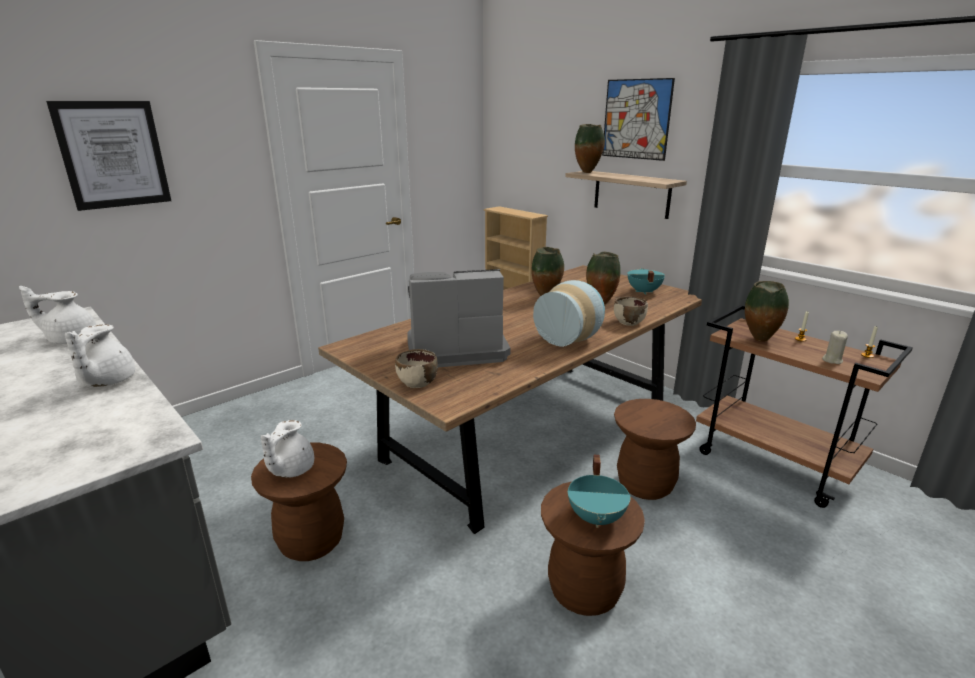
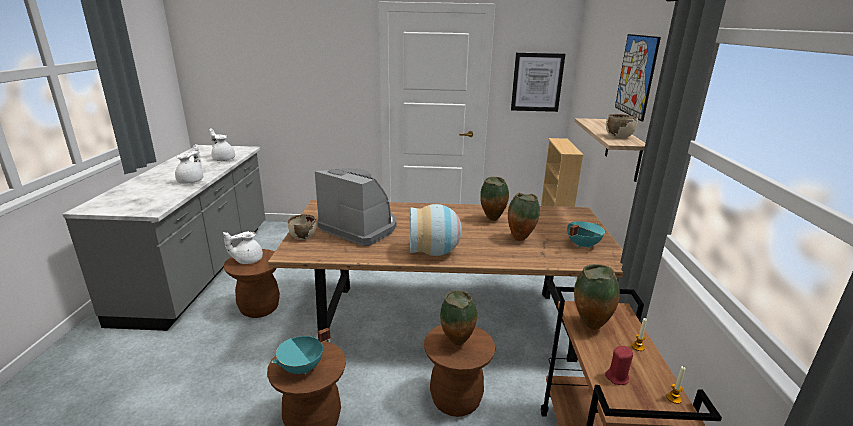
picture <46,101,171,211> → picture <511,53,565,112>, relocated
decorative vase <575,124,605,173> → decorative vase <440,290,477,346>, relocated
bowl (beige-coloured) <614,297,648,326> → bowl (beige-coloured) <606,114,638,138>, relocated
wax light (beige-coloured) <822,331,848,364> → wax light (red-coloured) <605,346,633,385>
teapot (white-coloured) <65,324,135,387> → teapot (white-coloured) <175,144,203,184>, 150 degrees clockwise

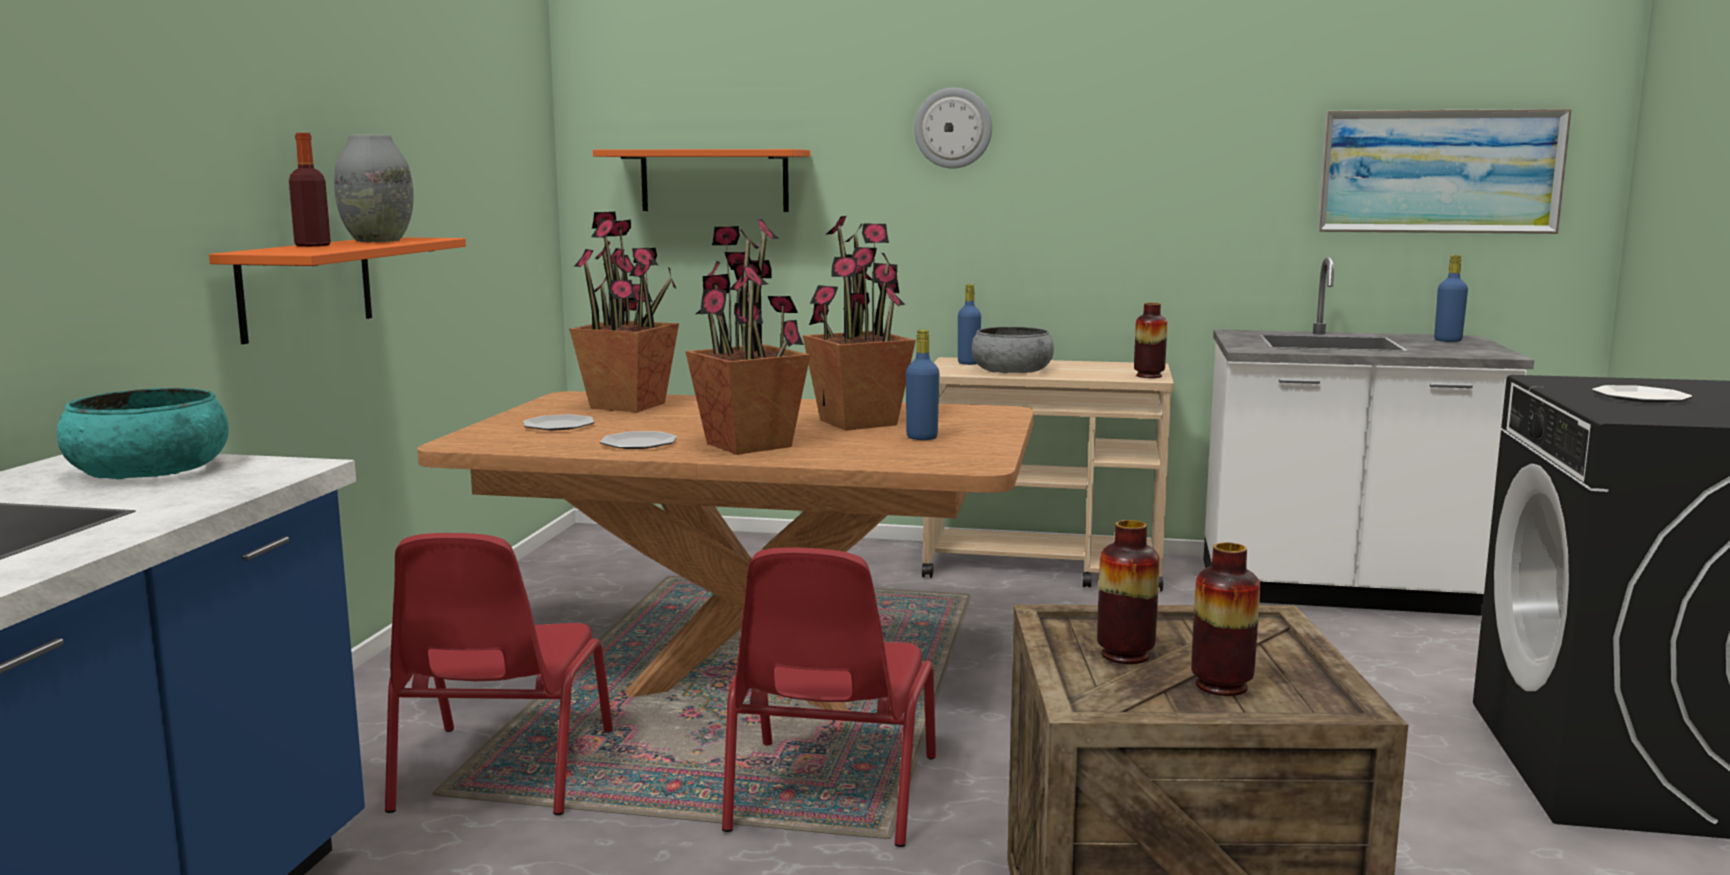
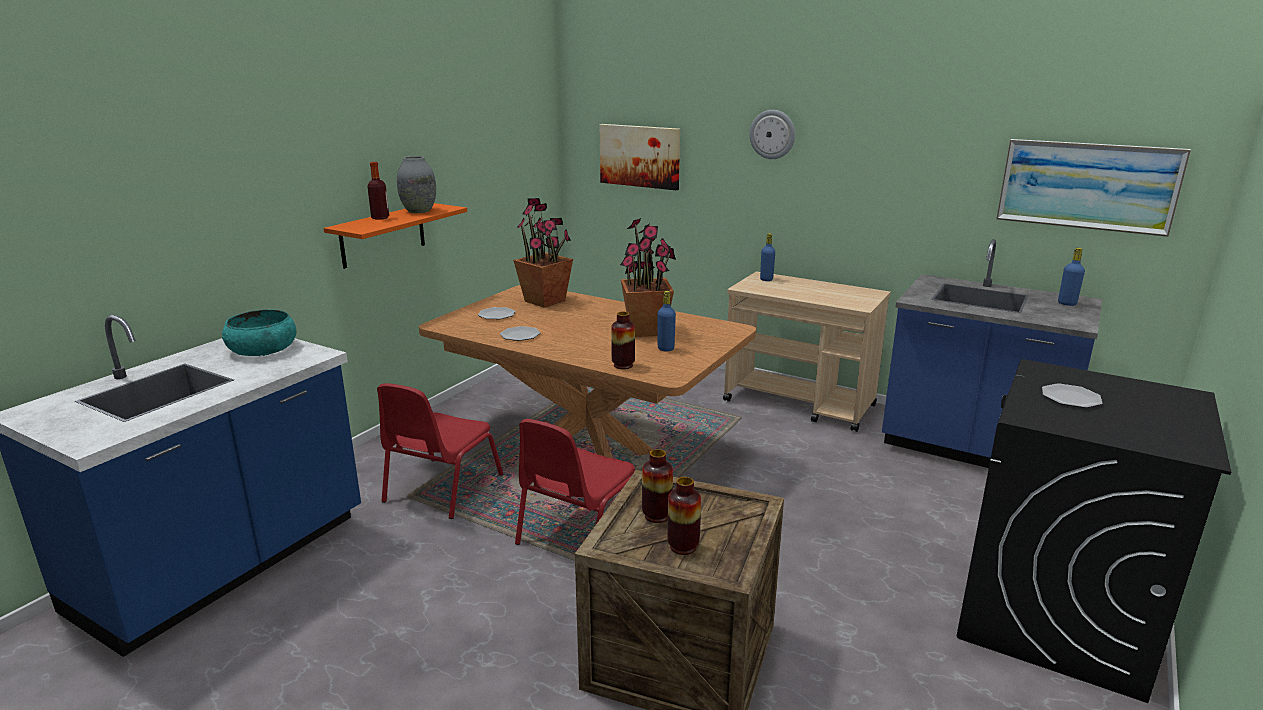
potted plant <685,219,810,455> → -
bowl (gray) <971,327,1054,373> → -
decorative vase <1134,303,1167,378> → decorative vase <611,311,635,369>, relocated
bracket shelf (orangey) <593,149,810,212> → picture <599,124,680,190>
kitchen counter (white-coloured) <1204,257,1534,616> → kitchen counter (blue-coloured) <882,239,1102,468>

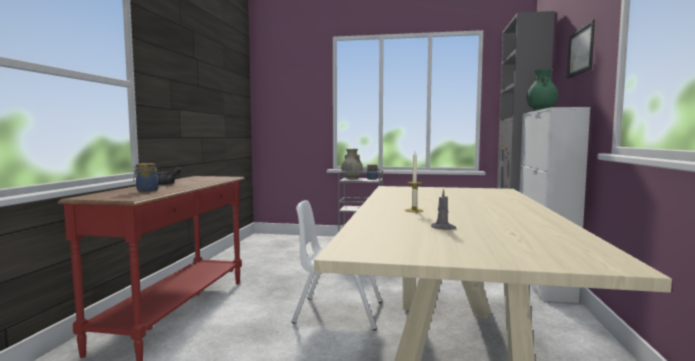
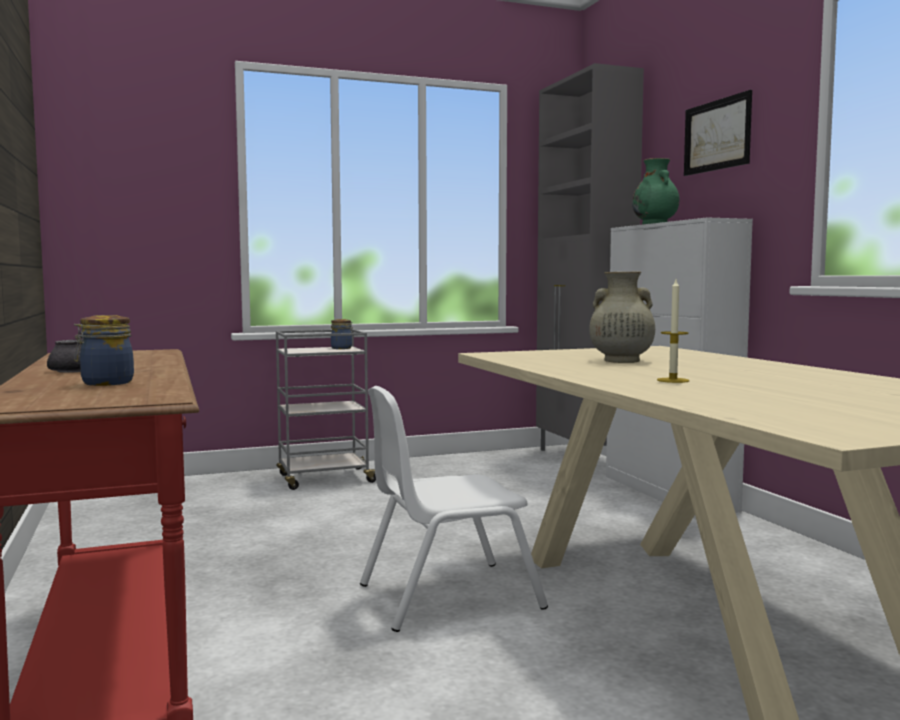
wax light (gray) <431,189,456,230> → -
decorative vase (beige-coloured) <341,149,363,179> → decorative vase (beige-coloured) <590,272,655,363>, relocated

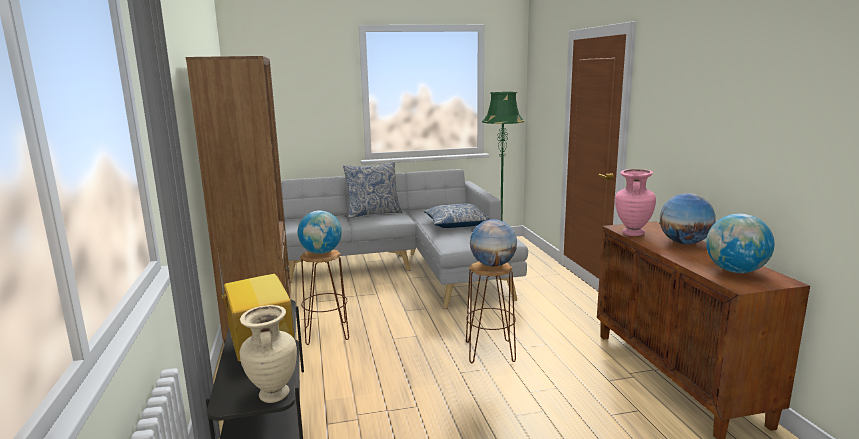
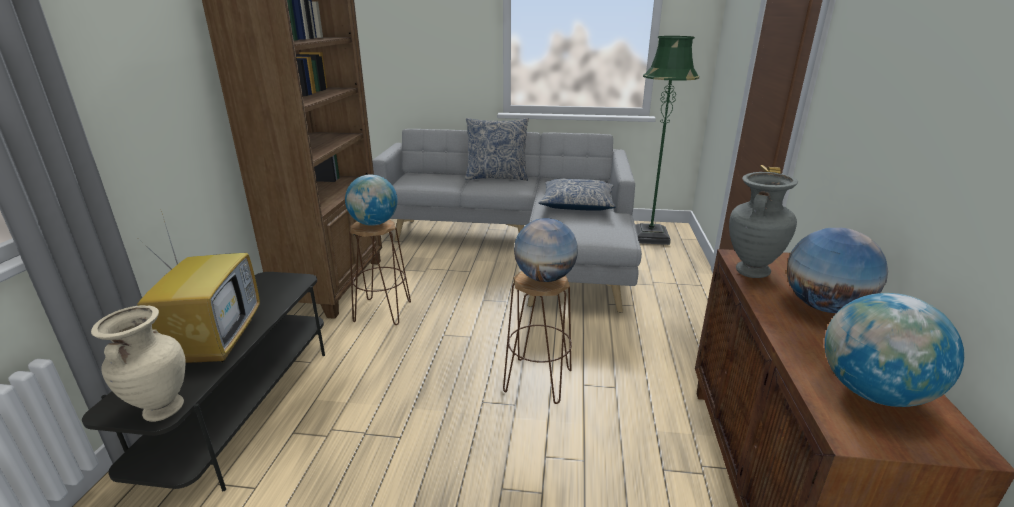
decorative vase (pinkish) <615,169,656,236> → decorative vase (gray) <729,172,798,278>

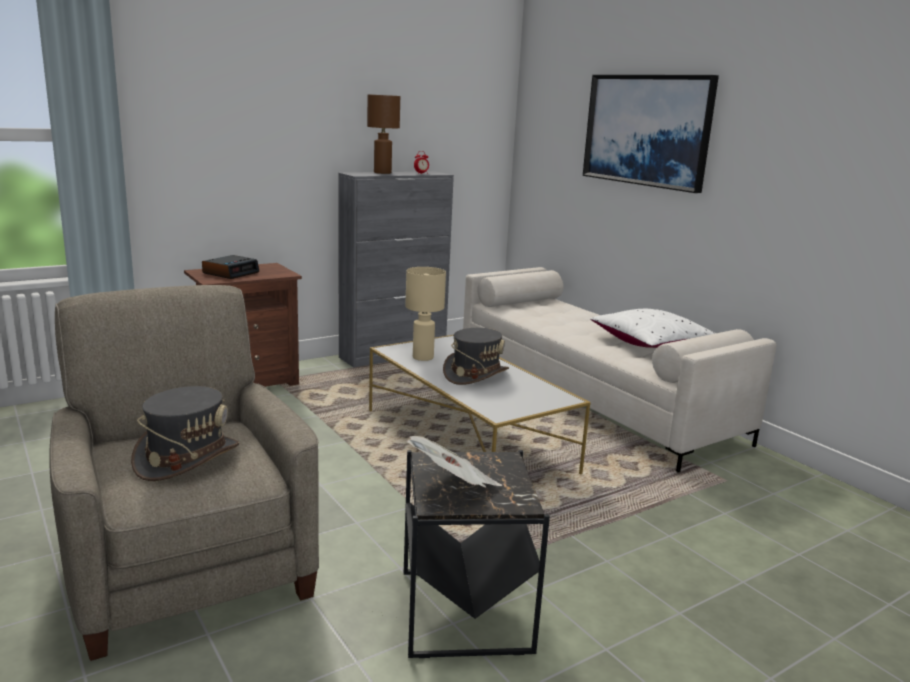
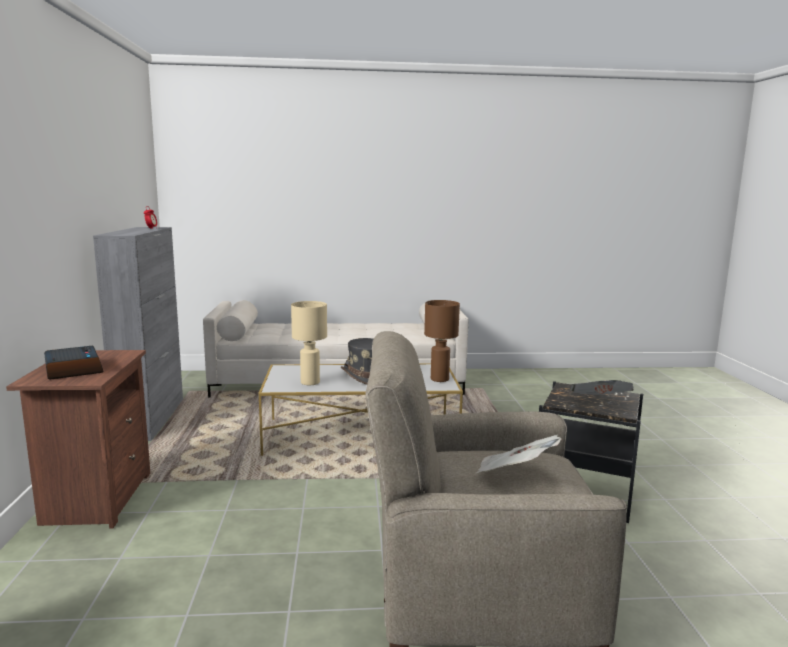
picture <583,75,719,193> → -
throw pillow (white-coloured) <590,309,716,348> → -
lamp for a table (brown) <367,94,400,174> → lamp for a table (brown) <424,300,460,382>, relocated
hat (gray) <131,386,239,481> → newspaper <476,435,561,473>

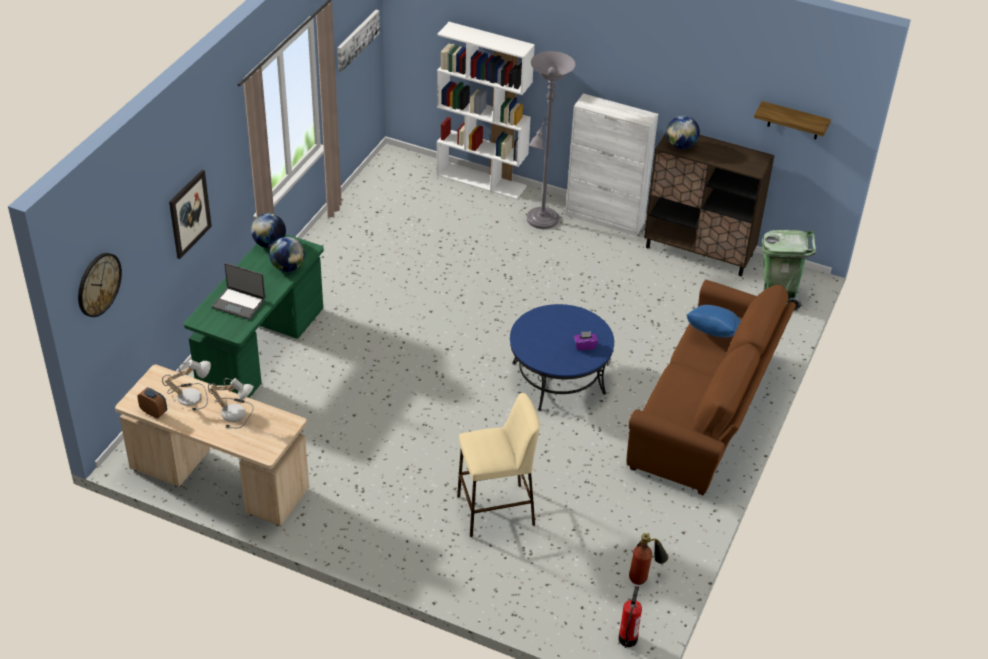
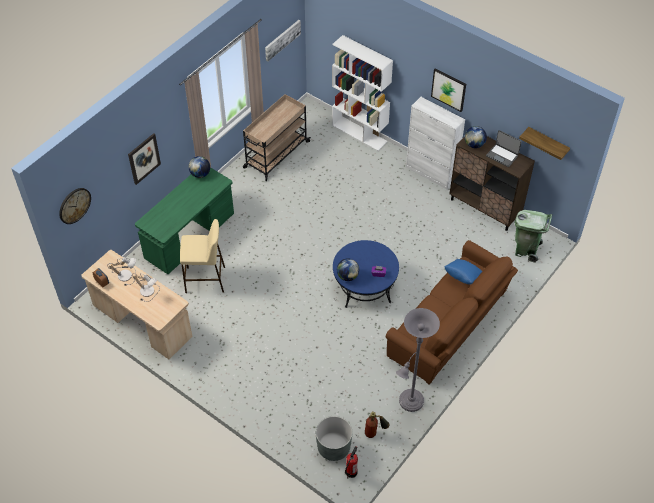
- → cart (beige-coloured) <243,94,311,181>
- → flower pot (gray) <316,416,353,461>
- → picture <431,68,466,112>
notebook computer <212,263,265,320> → notebook computer <486,130,522,167>, relocated
globe <269,237,305,272> → globe <337,258,359,281>, relocated
stool (beige-coloured) <457,393,540,537> → stool (beige-coloured) <180,219,225,293>, relocated
floor lamp (gray) <527,51,575,229> → floor lamp (gray) <396,308,440,412>, relocated

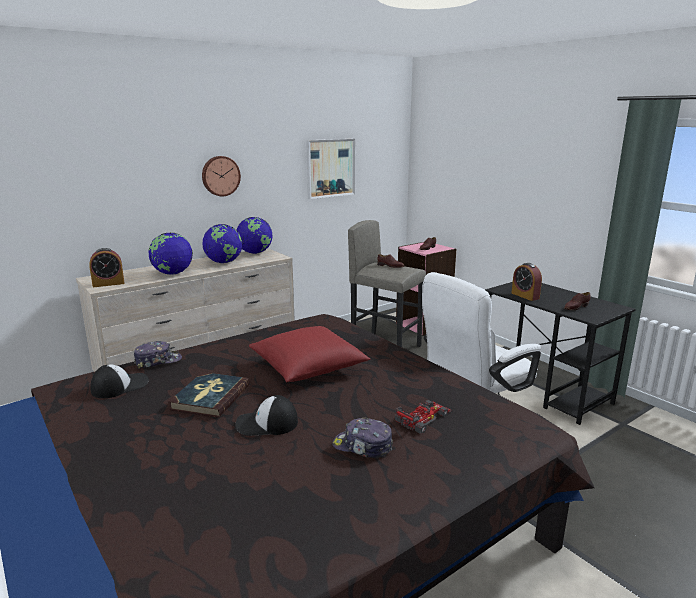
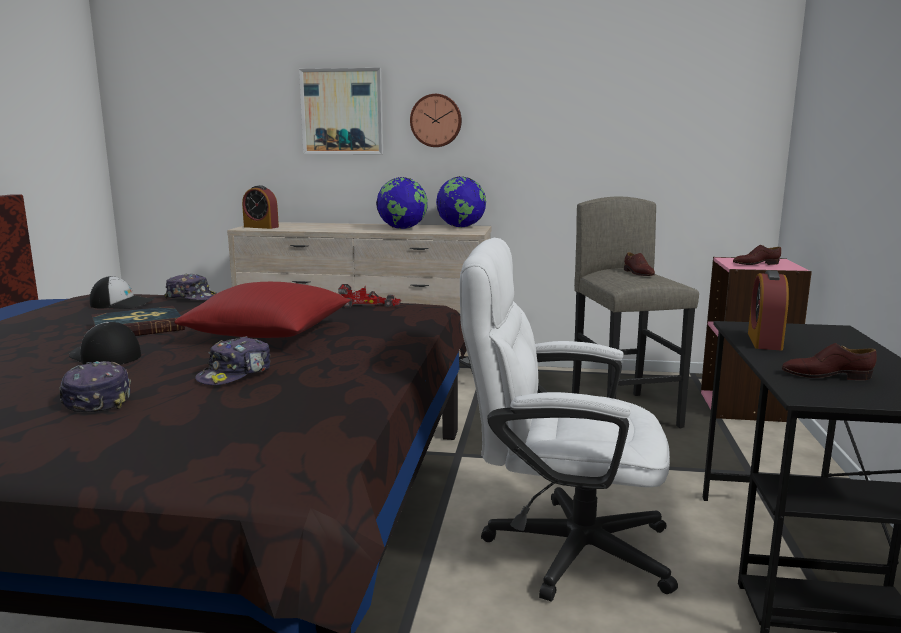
globe <148,233,193,275> → -
- → baseball cap <195,336,271,385>
picture <306,139,355,199> → picture <299,68,383,154>, relocated
miniature car <395,400,451,434> → miniature car <338,284,401,308>, relocated

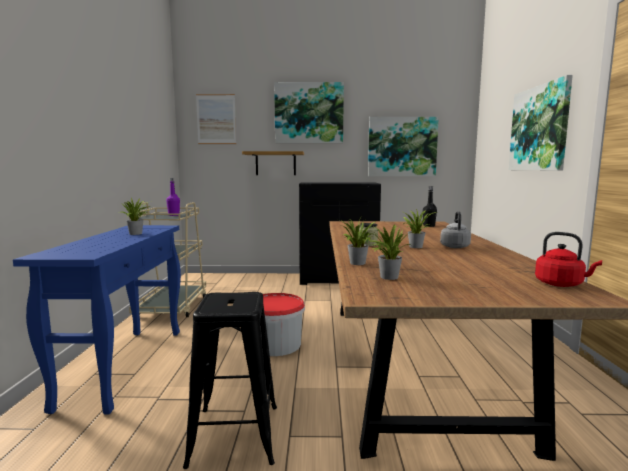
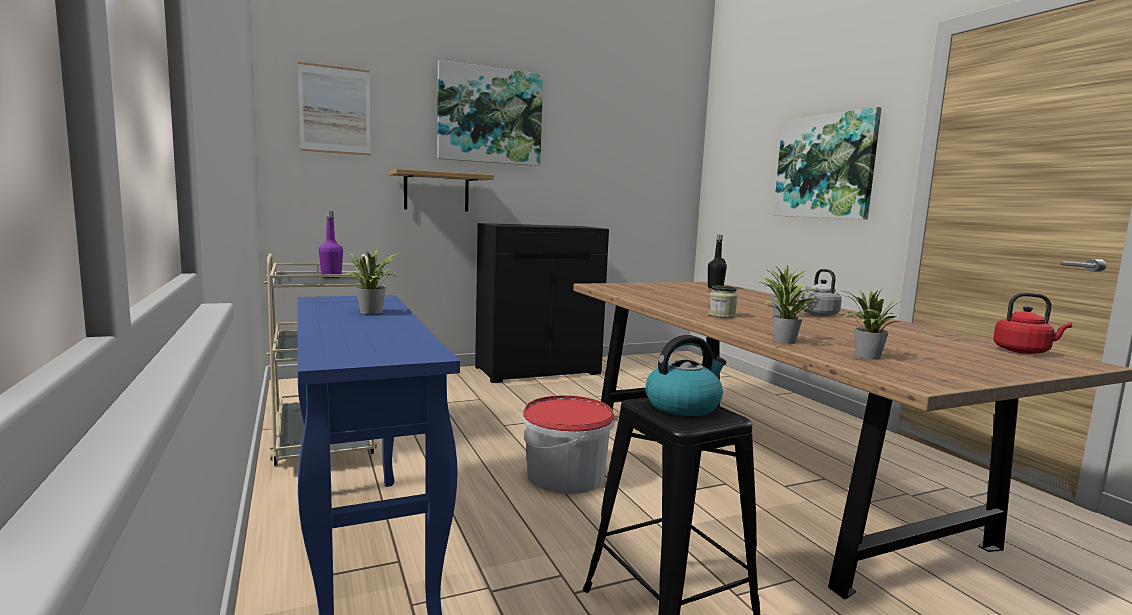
picture <368,117,439,176> → -
- → kettle <645,335,726,416>

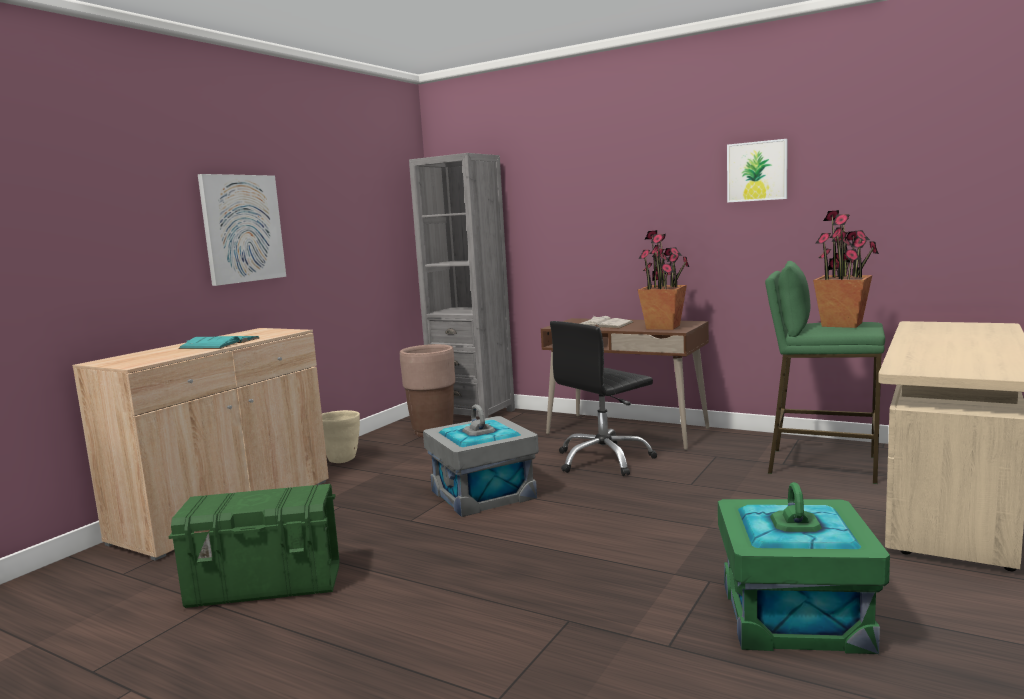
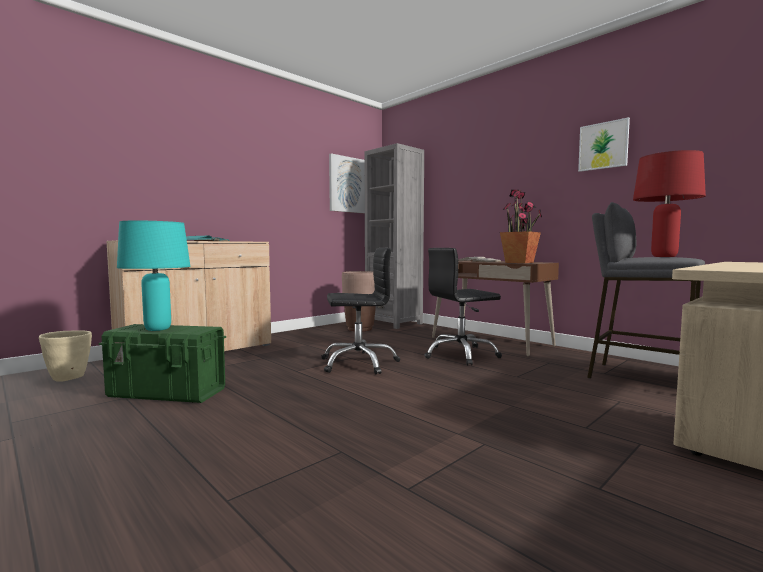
storage box (green) <718,482,890,654> → -
- → lamp for a table (turquoise) <117,221,190,331>
picture <198,174,286,286> → picture <329,153,365,213>, relocated
flower pot (beige-coloured) <322,410,360,463> → flower pot (beige-coloured) <39,330,92,382>, relocated
storage box (gray) <423,404,539,517> → desk chair (blackish) <321,248,400,374>
potted plant <813,210,879,328> → lamp for a table (red-coloured) <633,150,706,257>
stool (green) <765,261,885,484> → stool (gray) <587,202,705,379>

